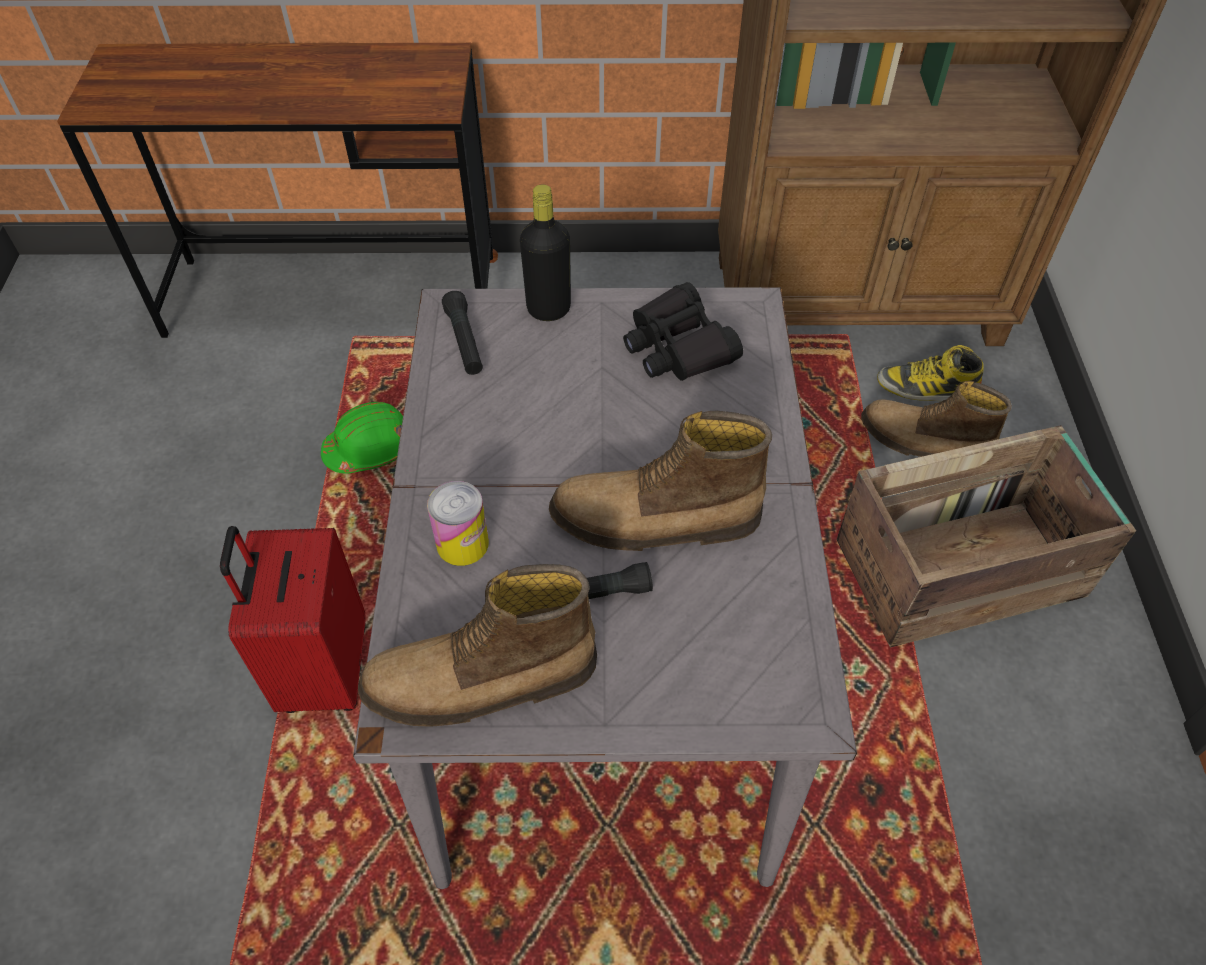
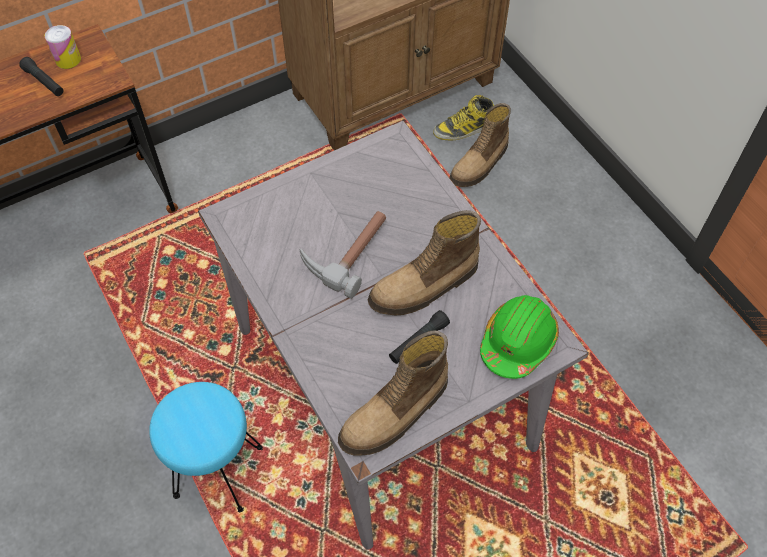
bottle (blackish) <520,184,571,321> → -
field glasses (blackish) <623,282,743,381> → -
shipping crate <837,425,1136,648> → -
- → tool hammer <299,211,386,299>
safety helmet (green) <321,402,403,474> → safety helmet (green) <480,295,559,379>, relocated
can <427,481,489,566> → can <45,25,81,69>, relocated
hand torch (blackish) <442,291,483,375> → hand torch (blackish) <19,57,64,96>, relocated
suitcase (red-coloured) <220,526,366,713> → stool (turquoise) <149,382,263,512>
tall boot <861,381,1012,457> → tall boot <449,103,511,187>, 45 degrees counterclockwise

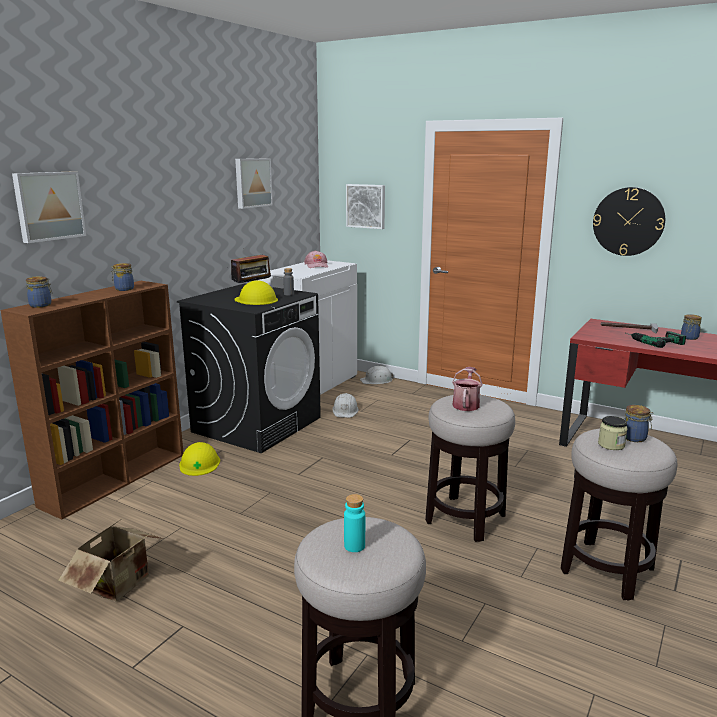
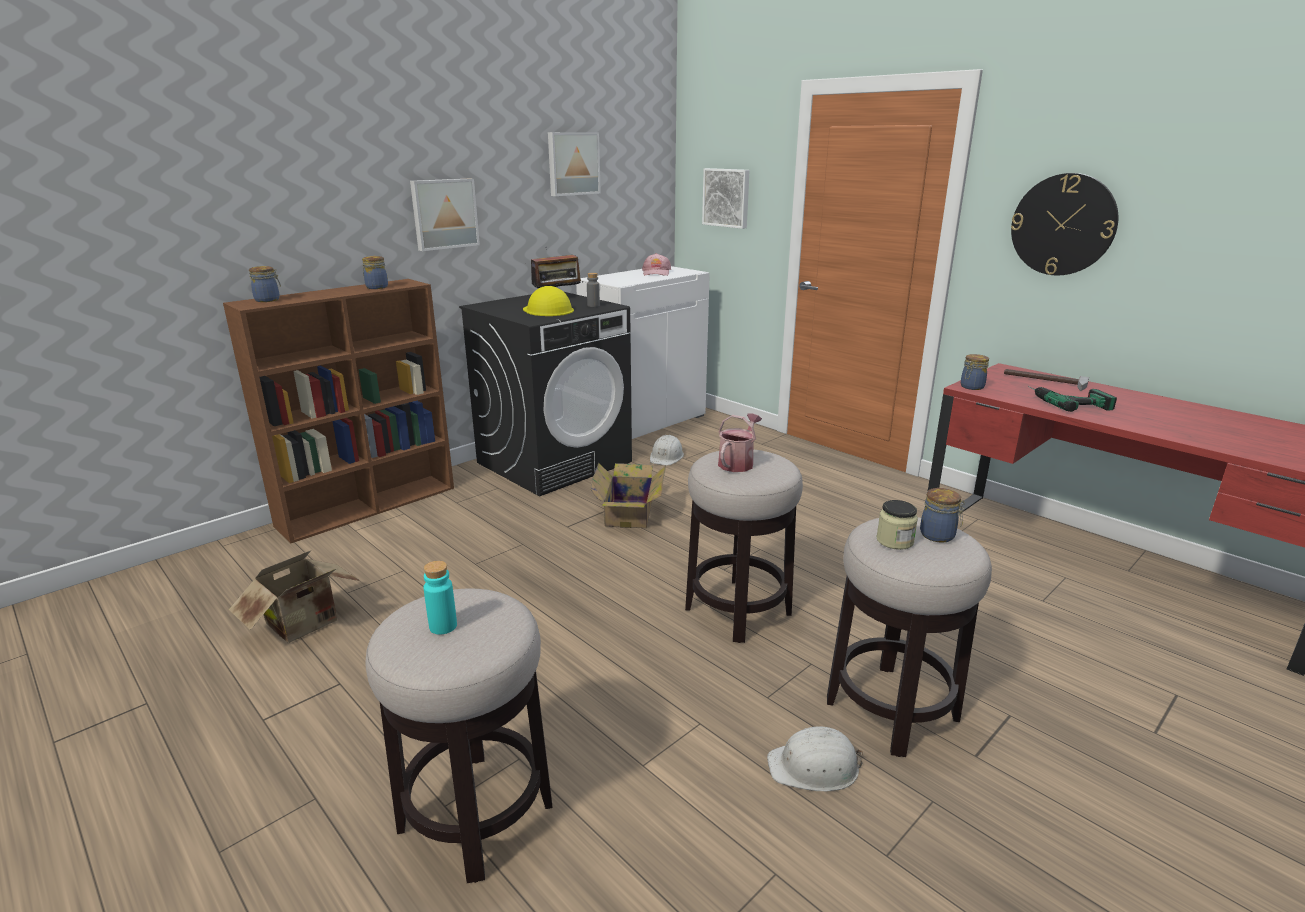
safety helmet (yellowish) <179,442,220,476> → -
- → cardboard box <591,463,666,528>
picture <12,171,86,243> → picture <410,179,480,251>, relocated
safety helmet (white-coloured) <360,365,393,384> → safety helmet (white-coloured) <767,726,863,791>, relocated
preserve jar <681,314,702,340> → preserve jar <961,354,989,390>, relocated

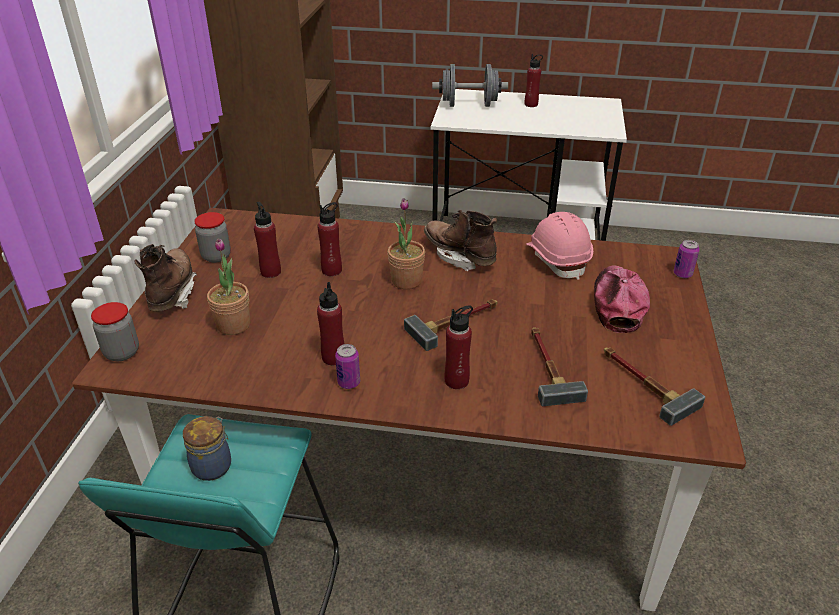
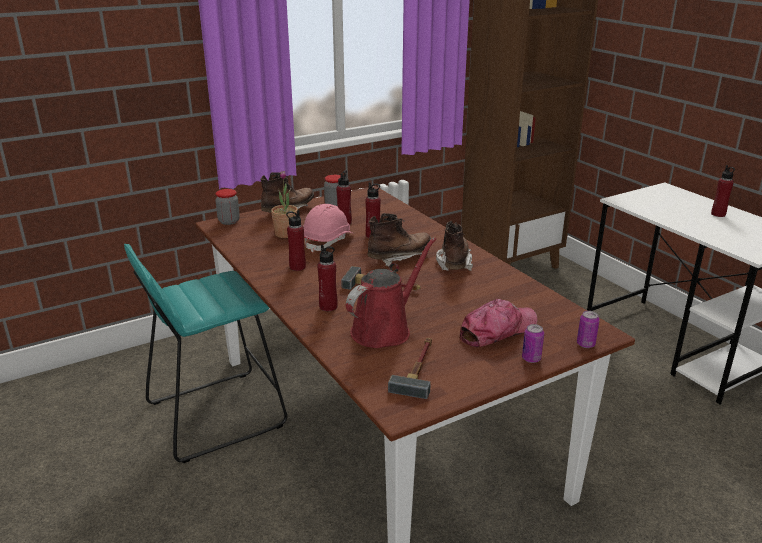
preserve jar <183,416,231,481> → -
free weight (gray) <432,64,508,107> → -
can <335,344,360,389> → can <522,324,544,363>, relocated
safety helmet (pinkish) <526,212,593,280> → safety helmet (pinkish) <303,204,354,253>, relocated
potted plant <388,198,425,289> → tall boot (brown) <368,213,431,267>
tool hammer <531,327,588,406> → watering pot (red-coloured) <346,237,436,348>

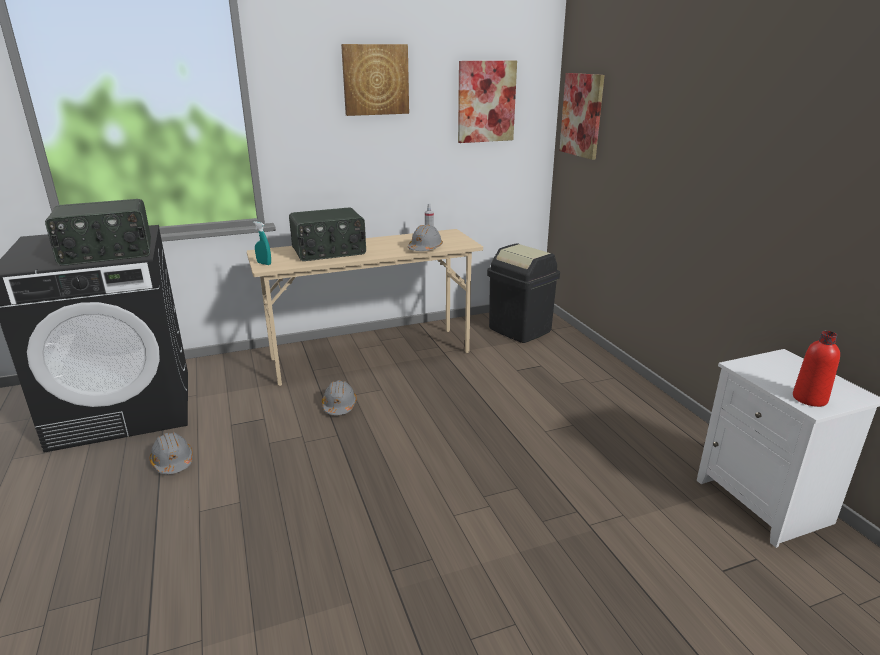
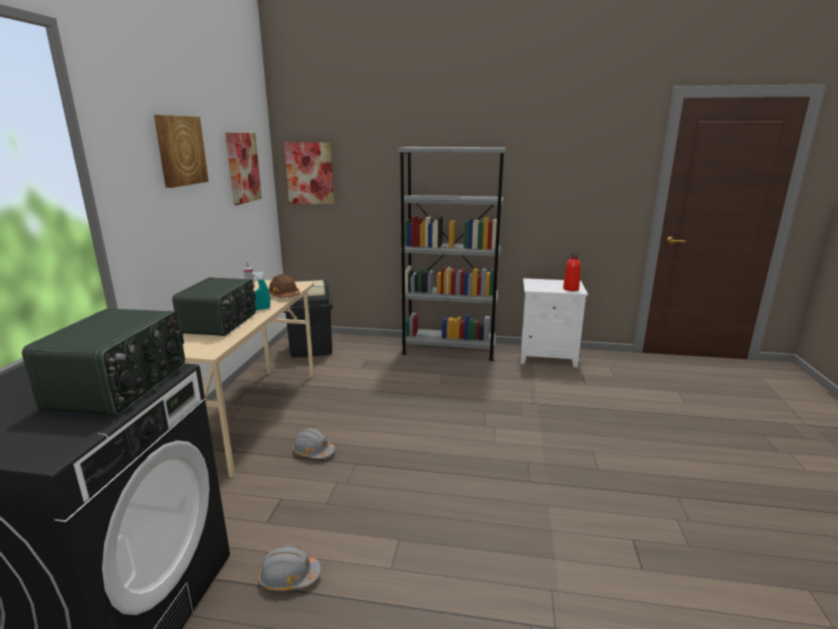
- → bookcase (gray) <398,147,506,361>
hand sprayer (turquoise) <253,221,271,265> → hand sprayer (turquoise) <252,272,270,310>, relocated
safety helmet (gray) <408,224,443,251> → safety helmet (brown) <269,274,300,298>

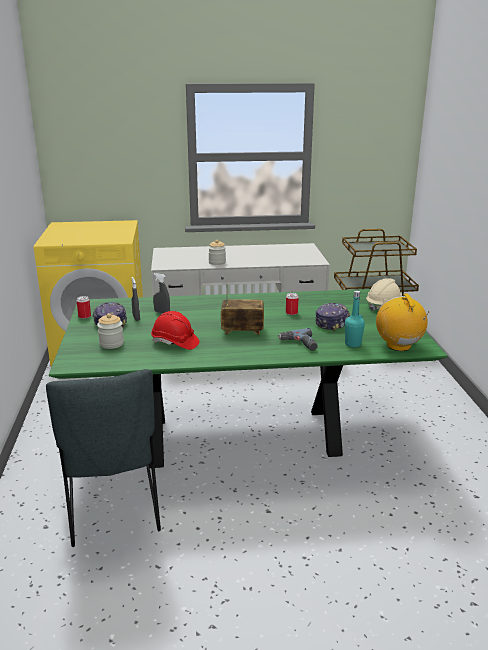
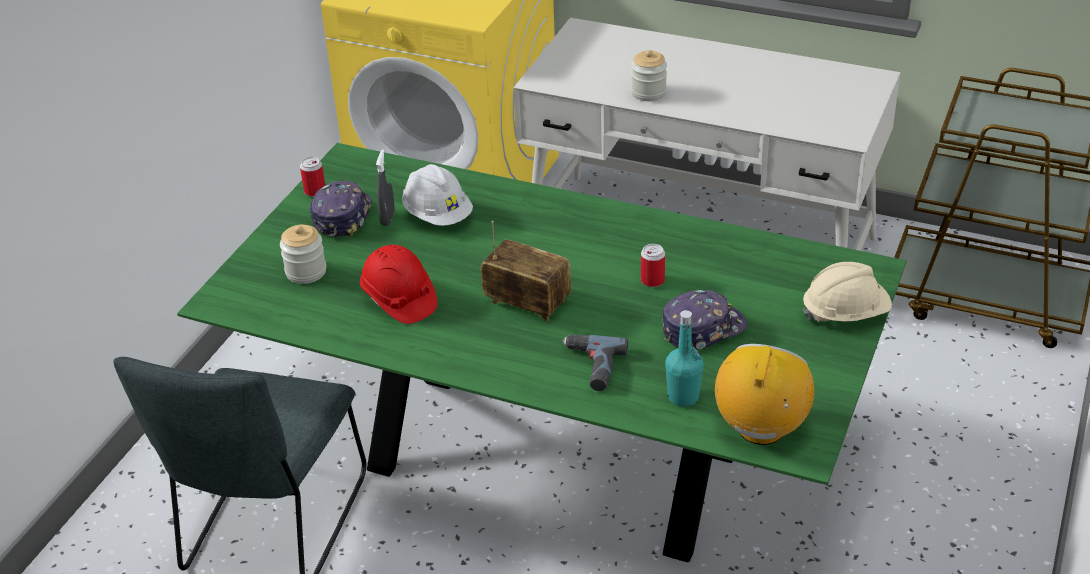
hand sprayer (gray) <153,273,170,314> → safety helmet (white-coloured) <402,164,473,226>

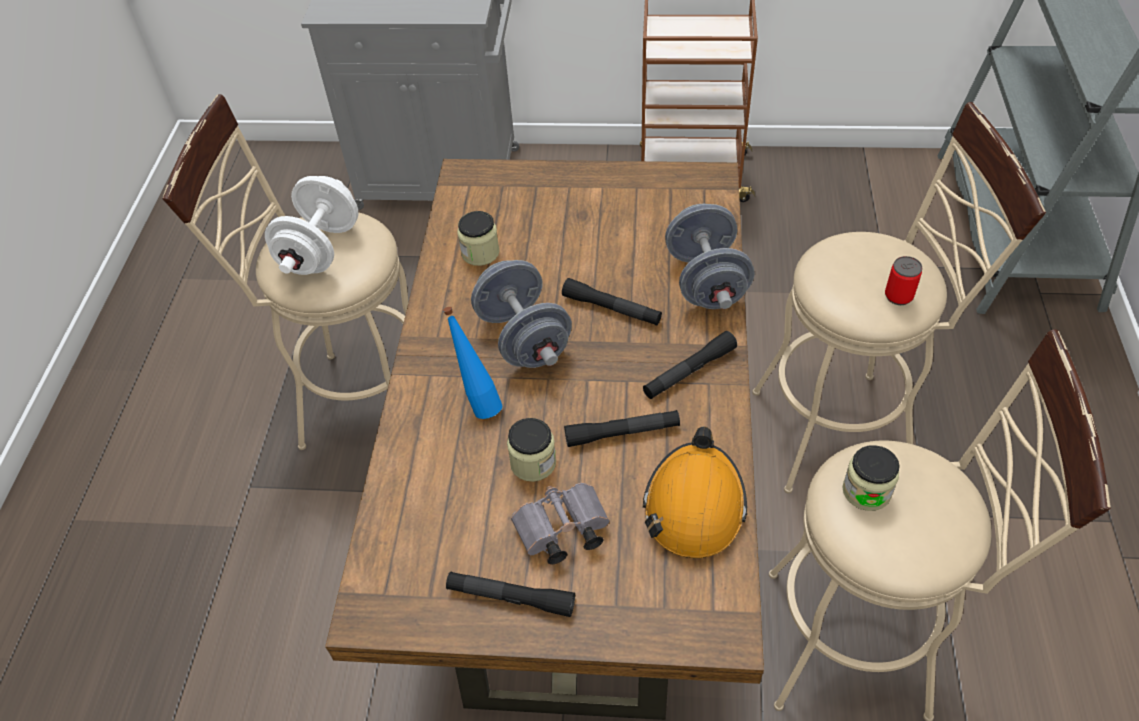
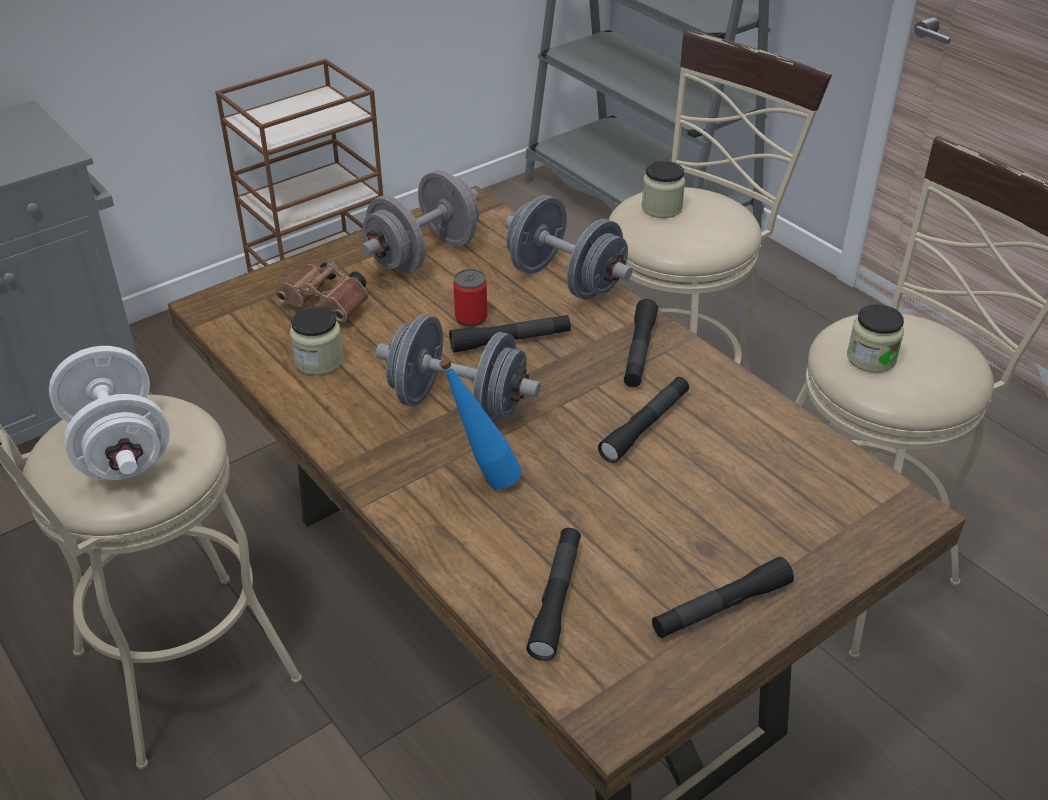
field glasses (gray) <511,483,610,565> → -
safety helmet (orangey) <643,426,747,558> → -
- → field glasses (brown) <276,262,369,322>
- → free weight (gray) <361,170,479,274>
- → hand torch (blackish) <526,528,581,661>
preserve jar <507,418,556,482> → preserve jar <642,161,685,218>, relocated
can <885,256,922,305> → can <453,269,487,327>, relocated

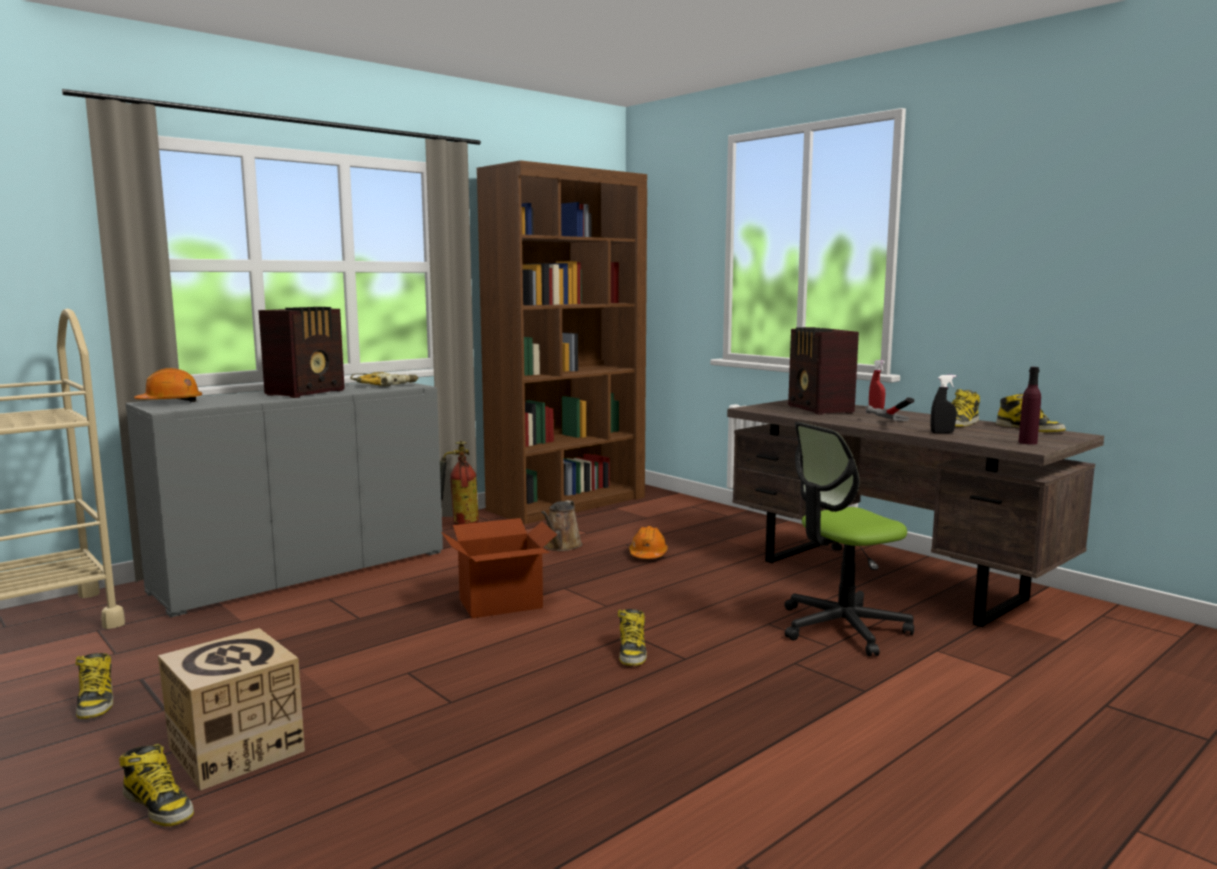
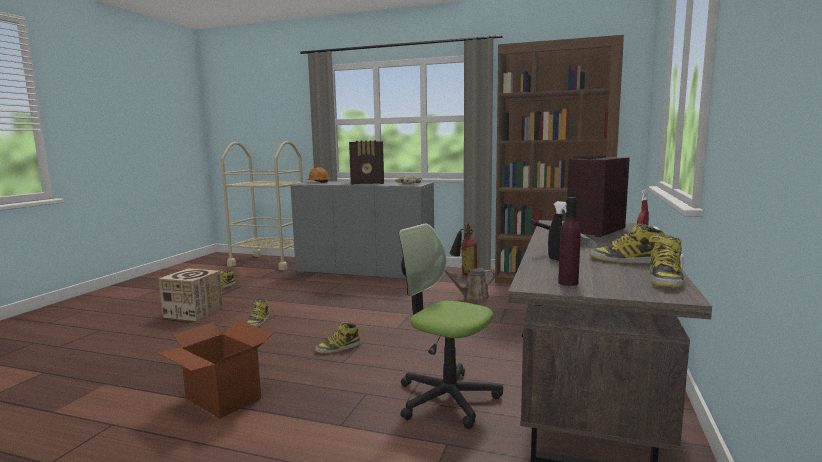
safety helmet (orangey) <629,526,668,559> → -
tall boot <119,744,194,826> → tall boot <246,300,270,327>, relocated
cardboard box <441,518,557,618> → cardboard box <158,320,274,419>, relocated

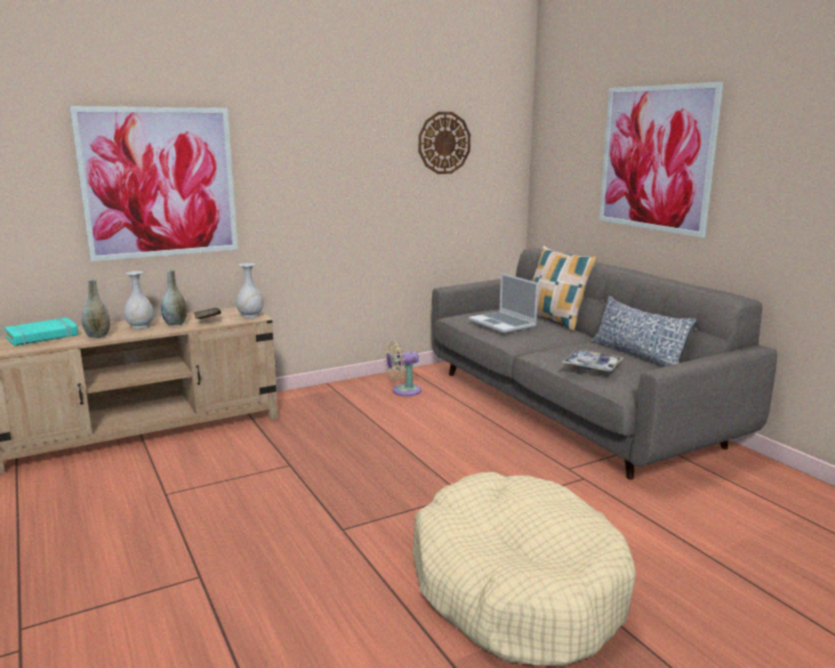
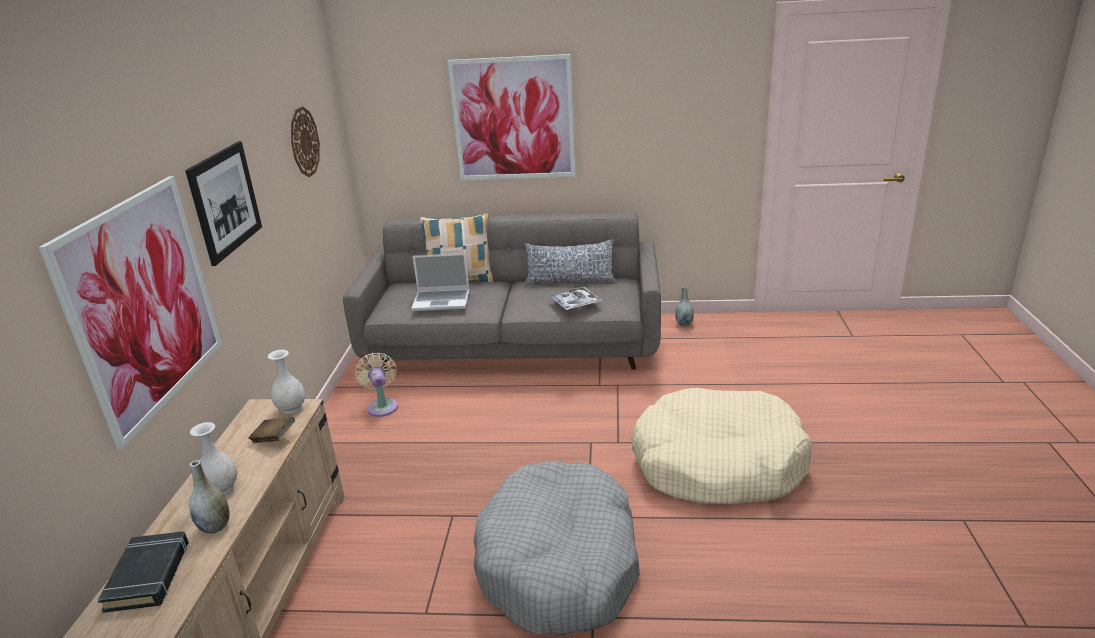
- → picture <185,141,262,266>
- → pet bed (gray) <474,460,640,635>
decorative vase (gray) <161,270,187,325> → decorative vase (gray) <675,286,694,327>, relocated
volume (turquoise) <4,317,78,346> → volume (blackish) <98,531,189,613>
electric fan (beige-coloured) <384,341,421,396> → electric fan (beige-coloured) <355,352,398,417>, 150 degrees clockwise

